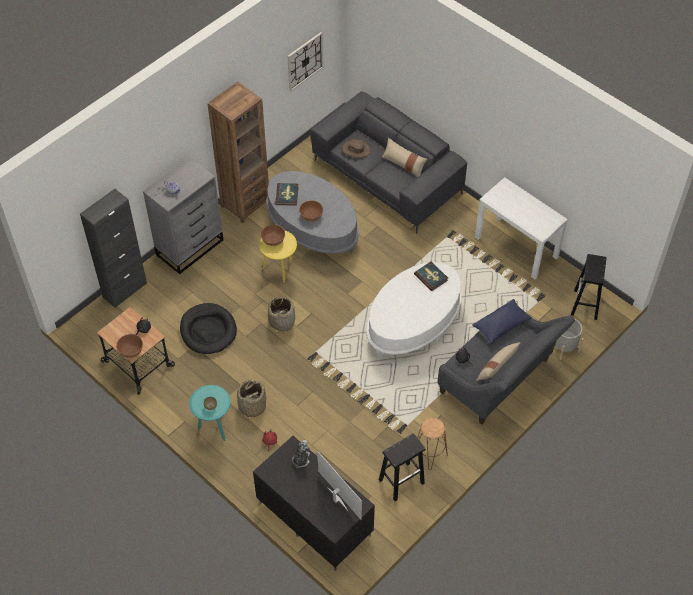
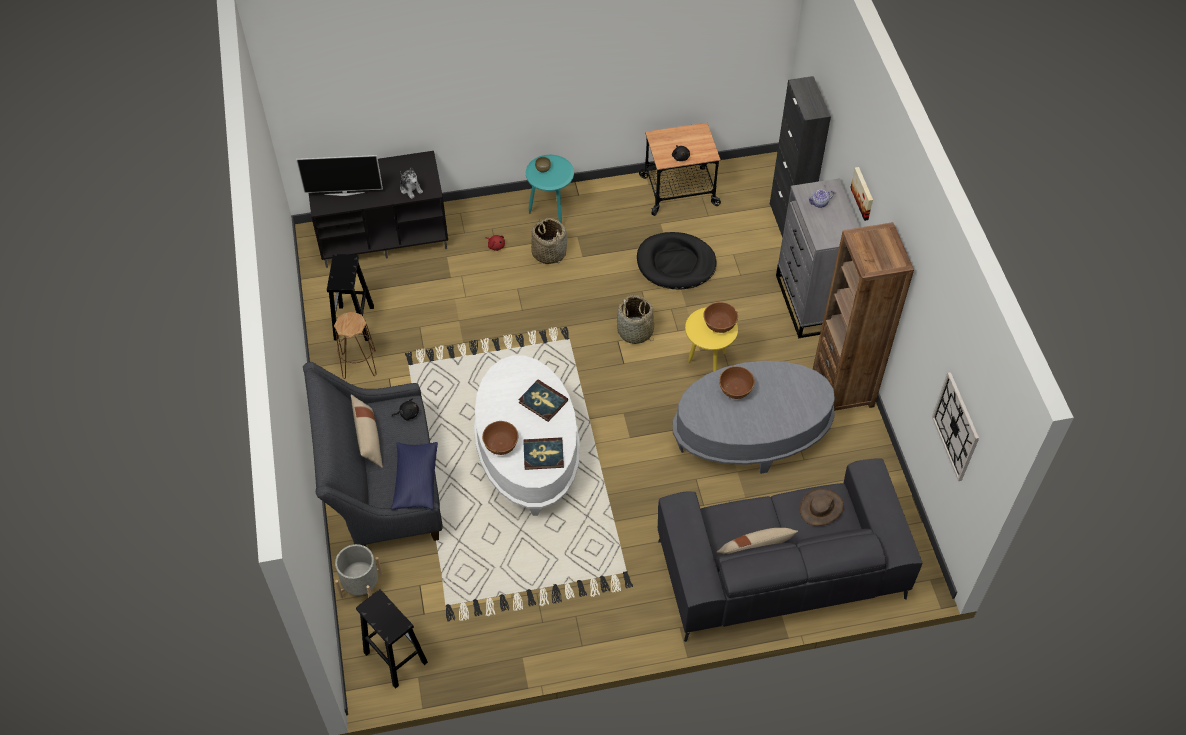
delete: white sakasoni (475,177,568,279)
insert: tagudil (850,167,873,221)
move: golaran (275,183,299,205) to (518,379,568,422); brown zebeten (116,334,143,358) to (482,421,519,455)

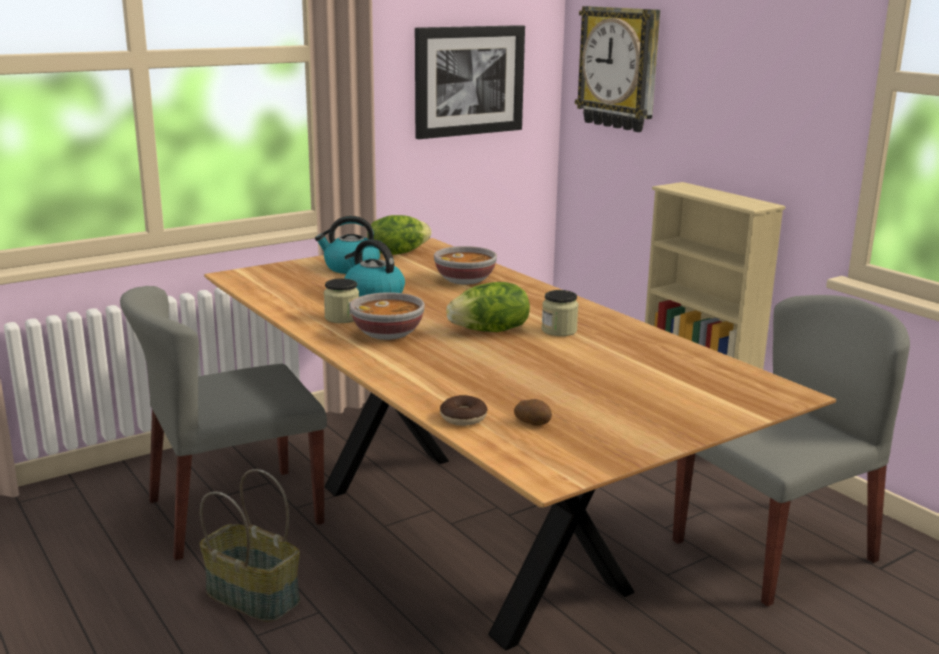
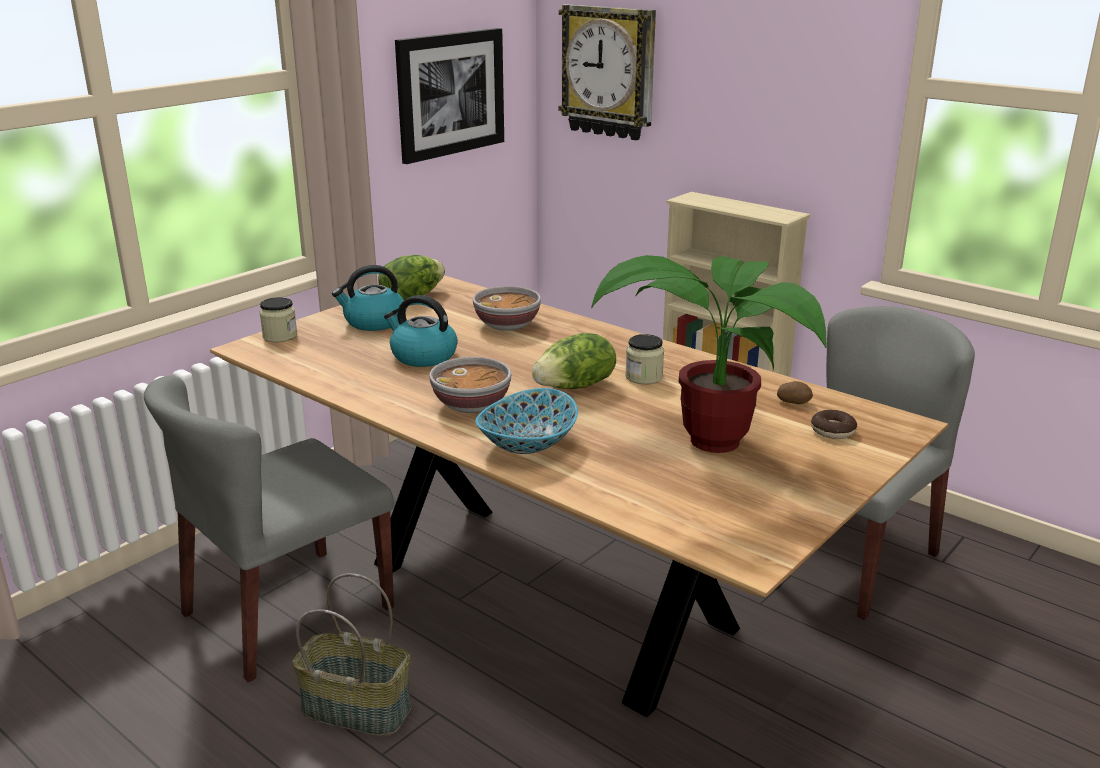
insert: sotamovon (591,255,826,453); zebeten (475,388,578,454)
move: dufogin (324,278,359,323) to (259,297,298,342); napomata (440,395,488,426) to (811,410,857,439); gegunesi (514,399,552,426) to (777,381,813,404)

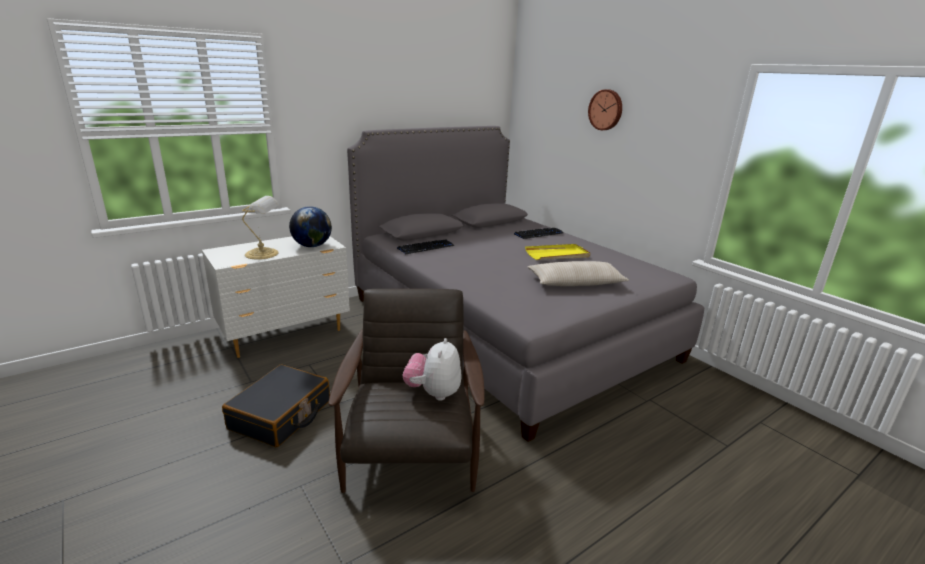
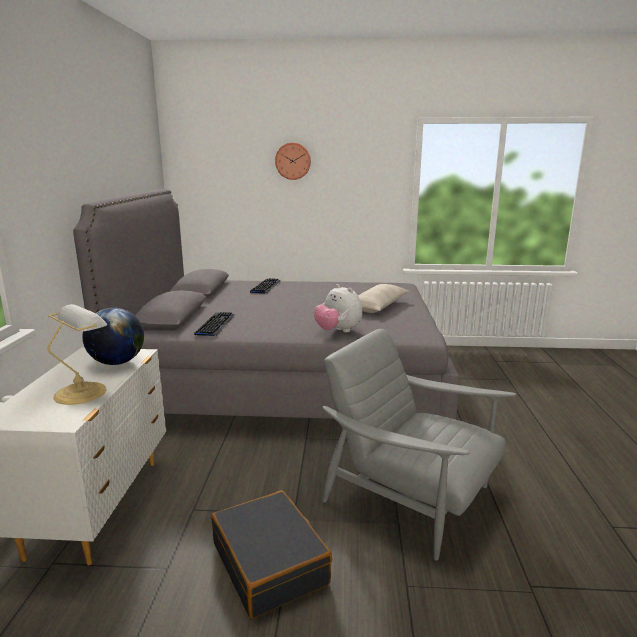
delete: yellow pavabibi (525,244,591,260)
move: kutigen (403,338,462,401) to (314,284,362,332)
recolor: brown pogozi (328,289,485,493) to grey pogozi (322,329,516,561)

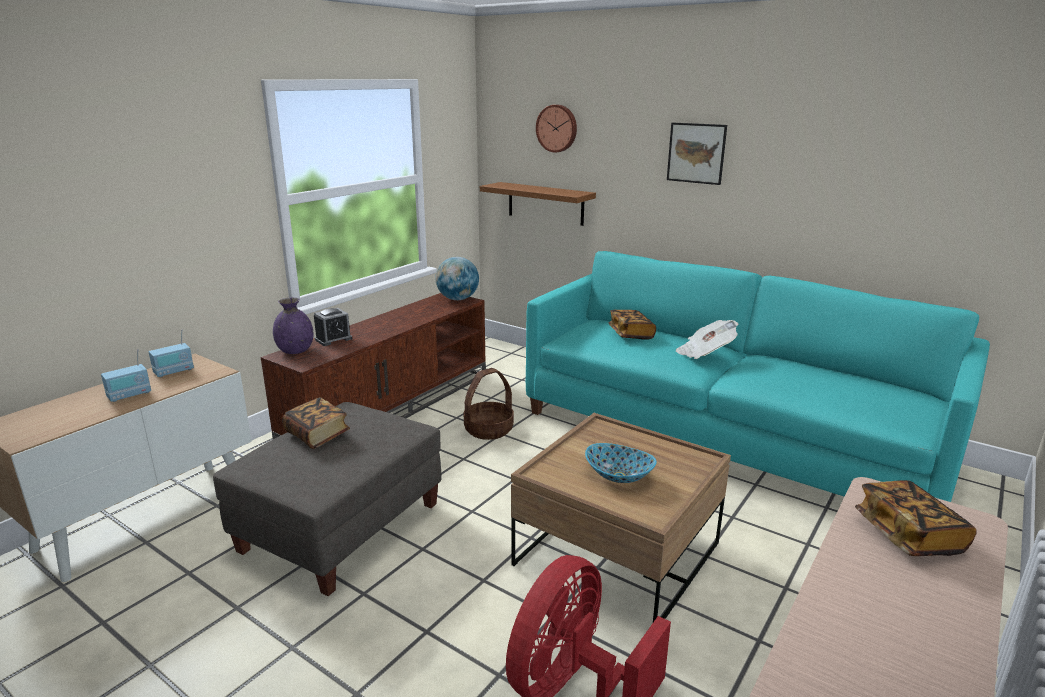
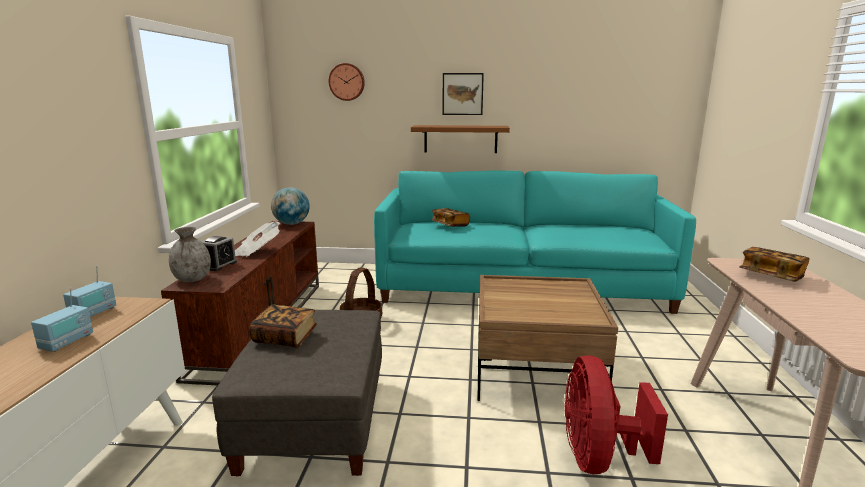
delete: zebeten (585,443,657,483)
move: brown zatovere (480,182,596,226) to (411,125,510,153); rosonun (676,320,739,359) to (235,221,280,257)
recolor: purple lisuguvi (273,297,313,354) to grey lisuguvi (169,227,211,282)

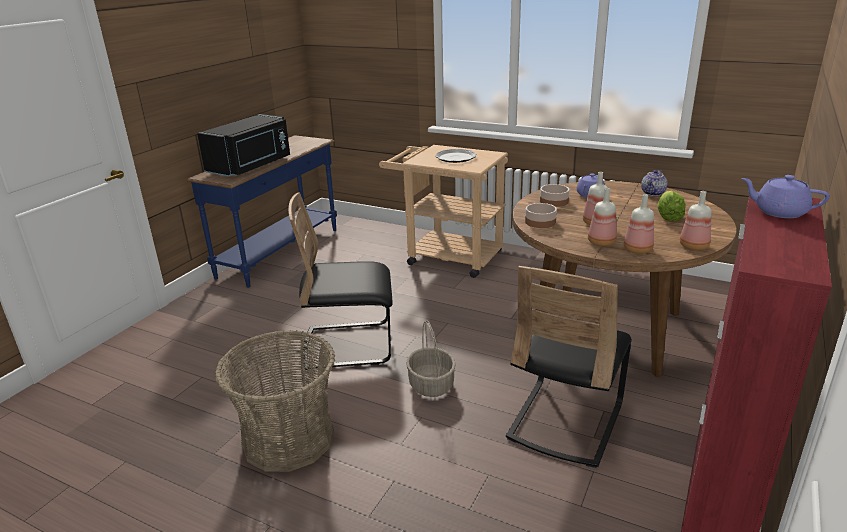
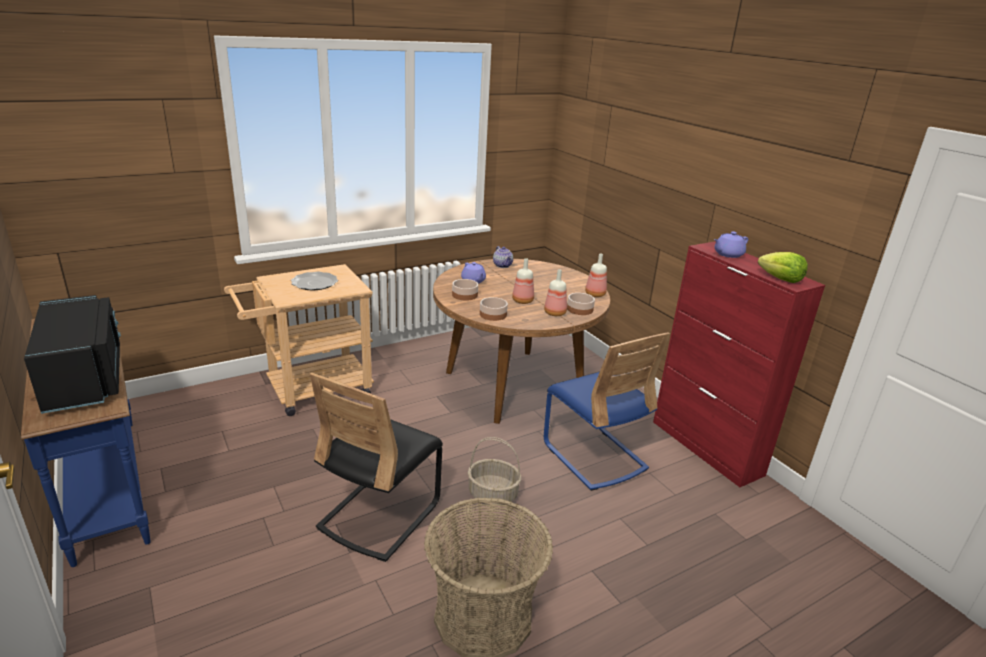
move: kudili (657,191,686,221) to (758,252,808,283)
replace: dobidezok (624,194,654,254) to zebeten (567,293,595,315)
recolor: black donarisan (506,266,632,468) to blue donarisan (544,332,670,491)

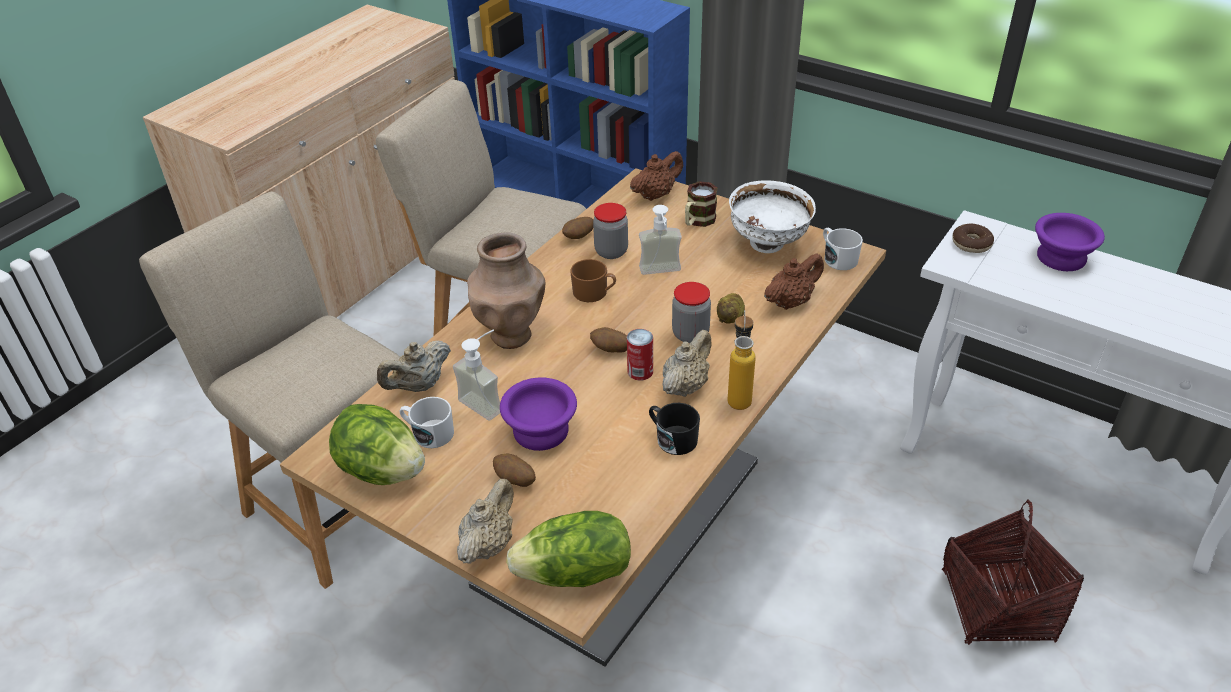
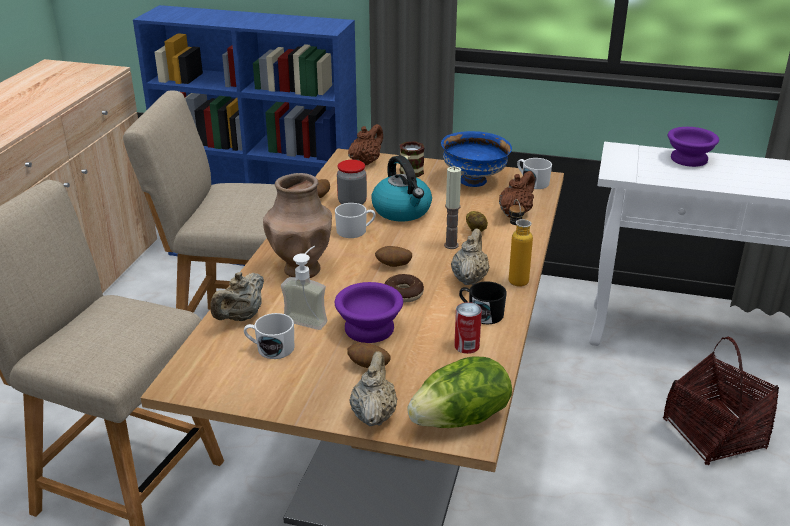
delete: kudili (329,404,425,485)
move: napomata (952,224,994,253) to (384,274,424,303); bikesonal (627,329,653,381) to (454,302,482,354)
replace: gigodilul (639,205,682,275) to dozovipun (371,155,432,222); dufogin (672,282,711,343) to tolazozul (444,166,461,249)
recolor: white zebeten (729,180,816,253) to blue zebeten (441,131,512,187); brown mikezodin (570,259,616,302) to white mikezodin (335,203,376,238)

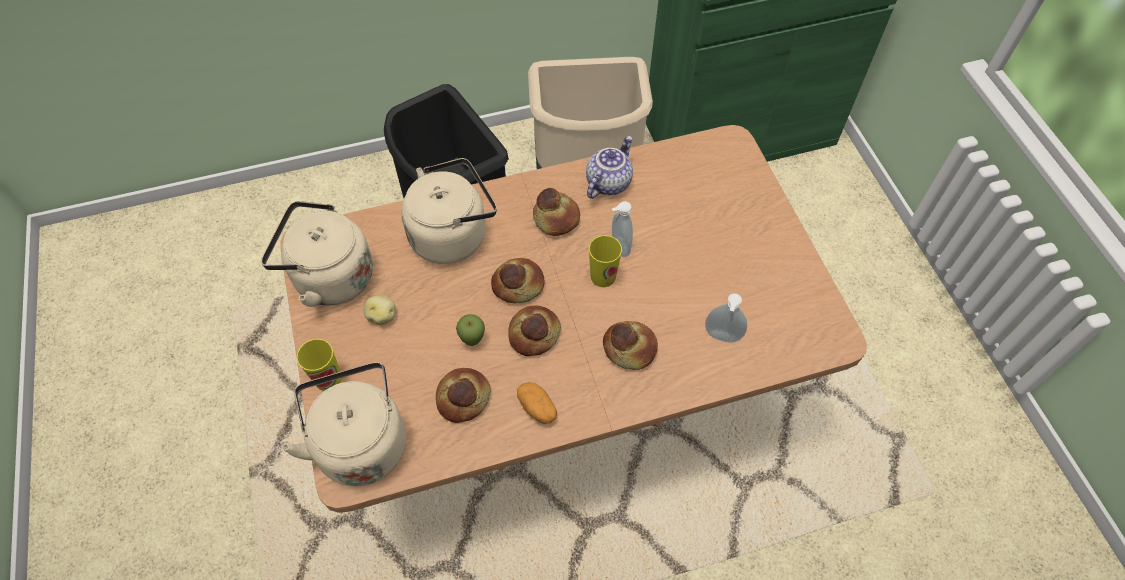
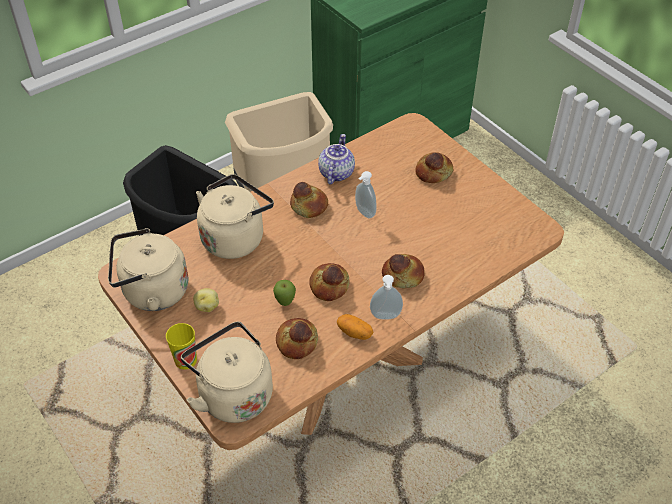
delete: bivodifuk (589,235,622,287)
move: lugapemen (491,258,544,303) to (415,153,454,183); gigodilul (705,293,747,343) to (370,275,403,320)

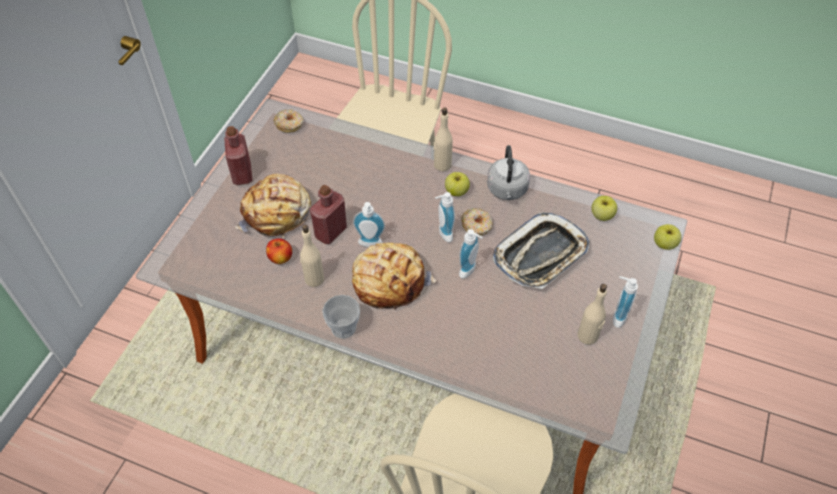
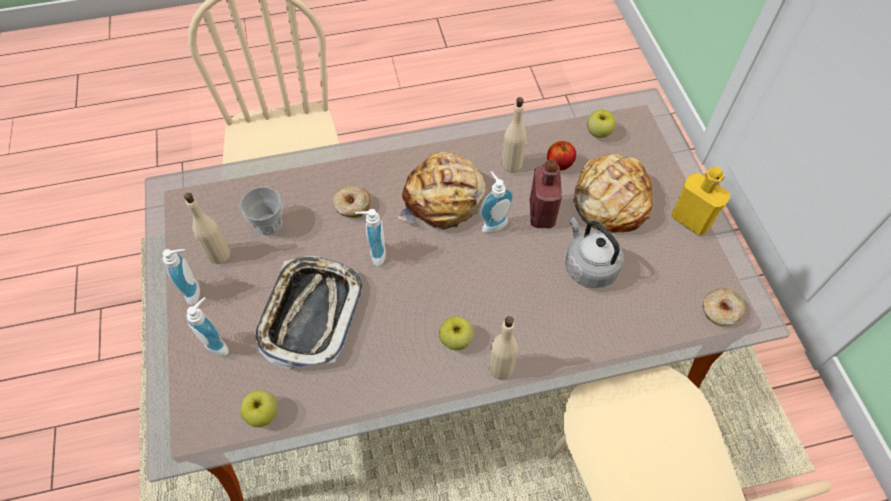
move: grey dozovipun (487,145,530,200) to (565,217,624,288); gigodilul (435,192,455,242) to (186,297,228,357); napomata (461,208,493,236) to (333,186,371,218); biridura (654,224,681,250) to (587,110,616,138); bivodifuk (322,295,360,339) to (240,187,283,235)
recolor: red dobidezok (224,126,253,185) to yellow dobidezok (672,166,730,235)

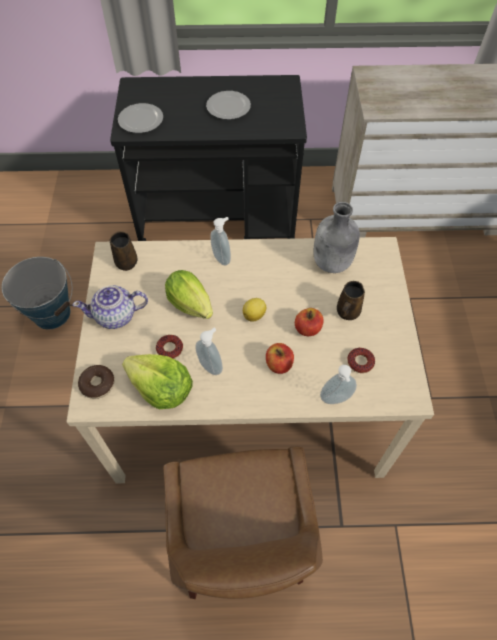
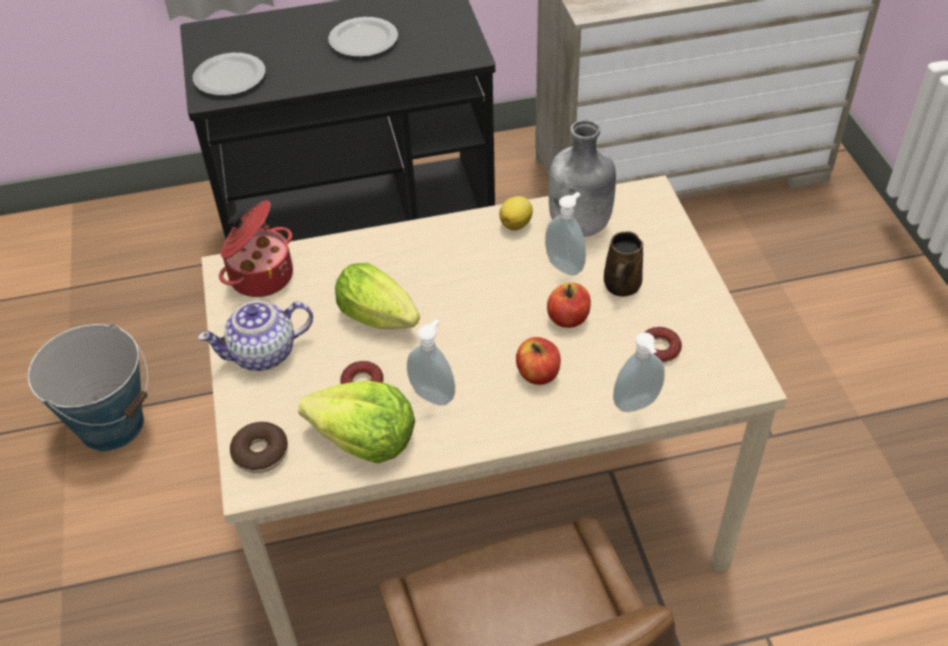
move: gigodilul (210,217,231,265) to (545,192,586,276); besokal (243,298,266,321) to (499,196,533,231)
replace: brown mikezodin (109,231,137,271) to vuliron (219,200,293,297)

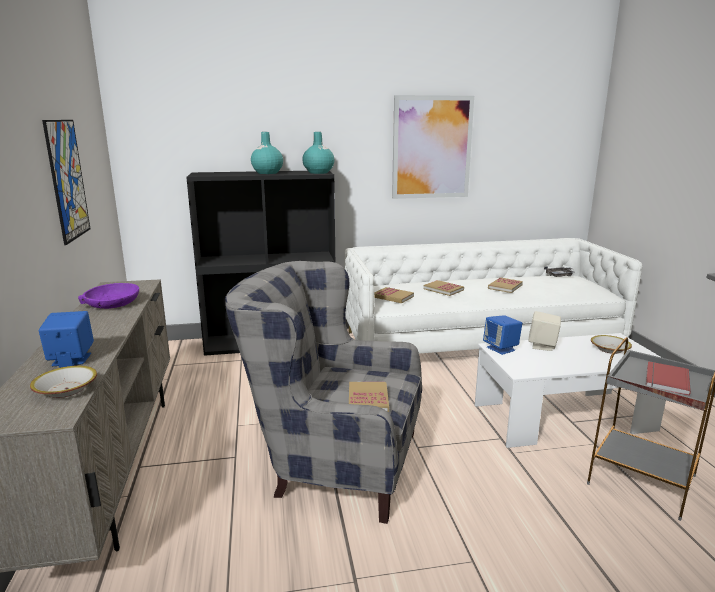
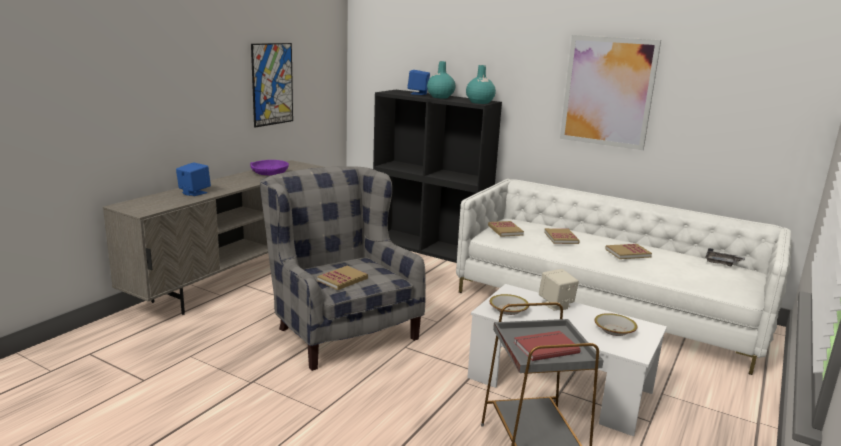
move: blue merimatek (483,315,522,355) to (407,70,430,95); zebeten (30,366,97,398) to (490,294,529,315)

